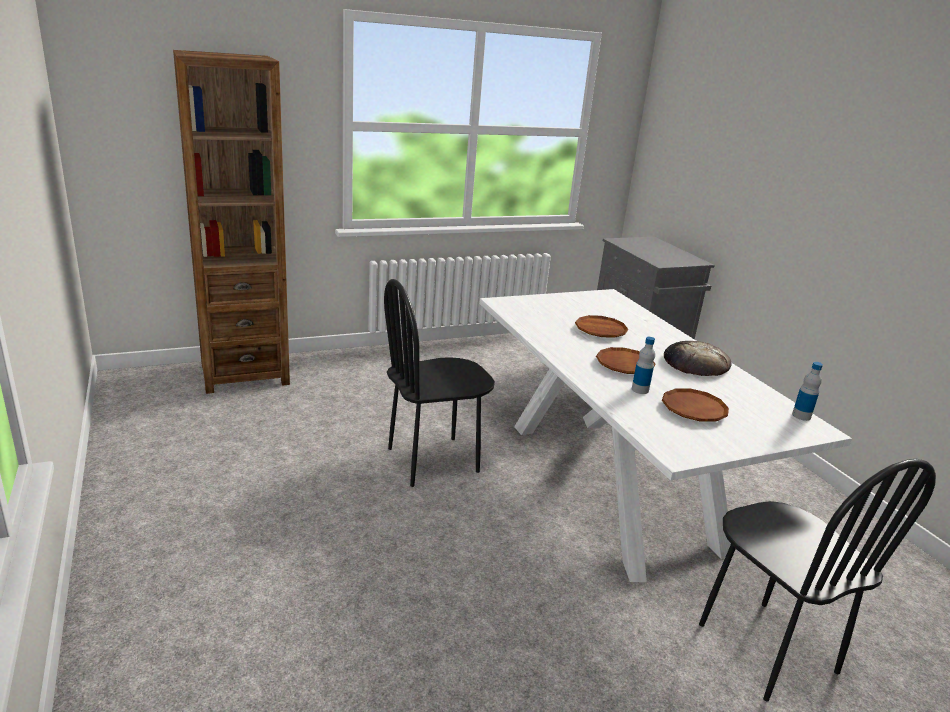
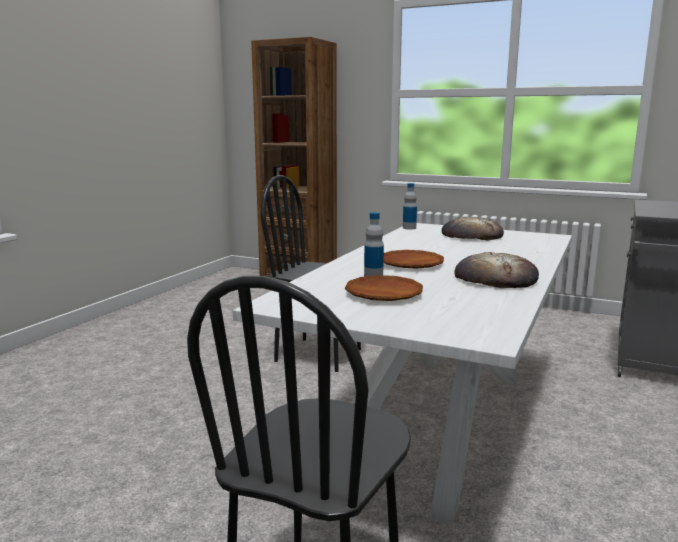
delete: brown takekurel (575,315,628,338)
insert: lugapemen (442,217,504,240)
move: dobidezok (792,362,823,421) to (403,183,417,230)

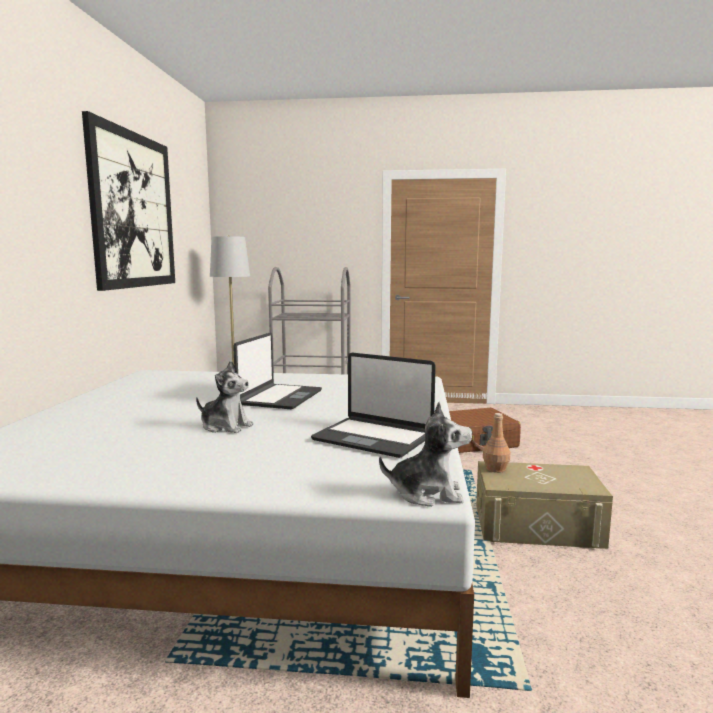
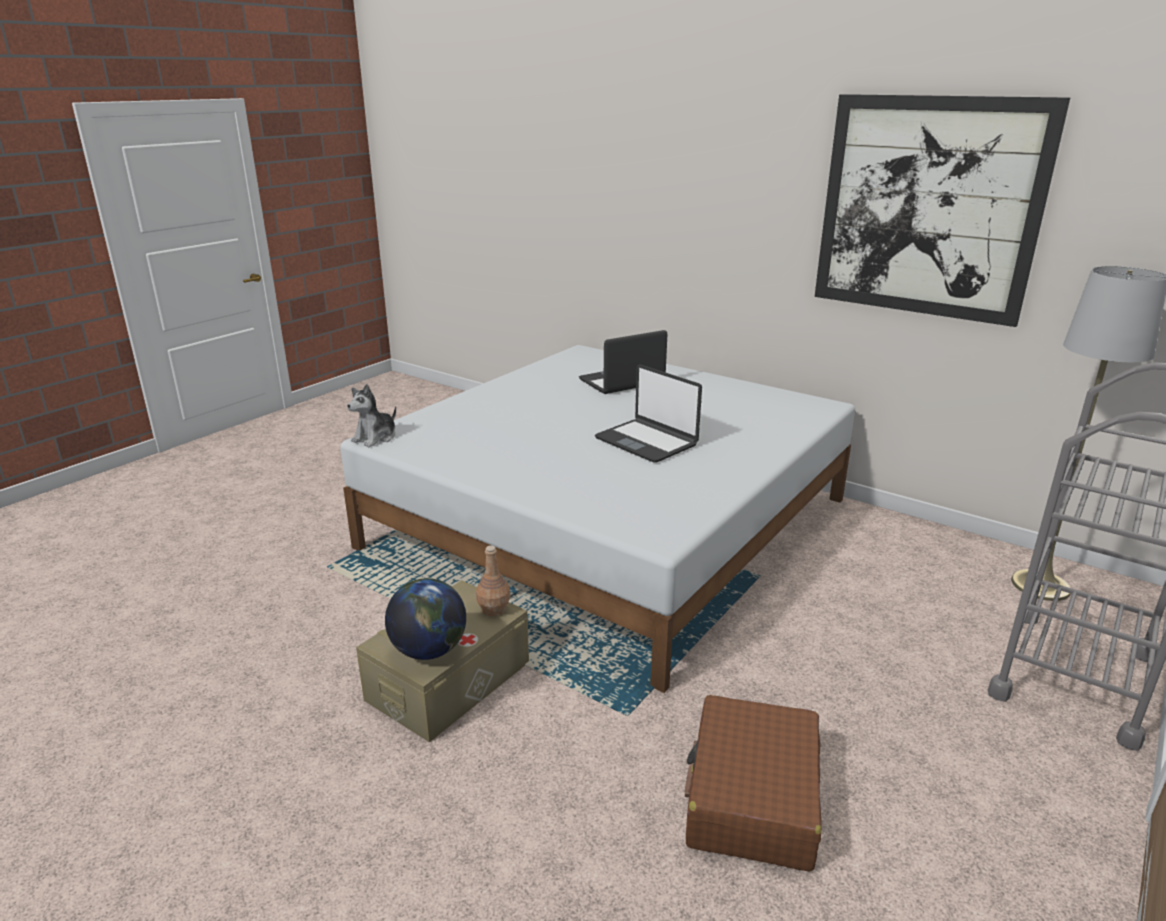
delete: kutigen (196,361,254,433)
insert: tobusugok (385,578,466,660)
move: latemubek (311,353,436,458) to (579,330,667,394)

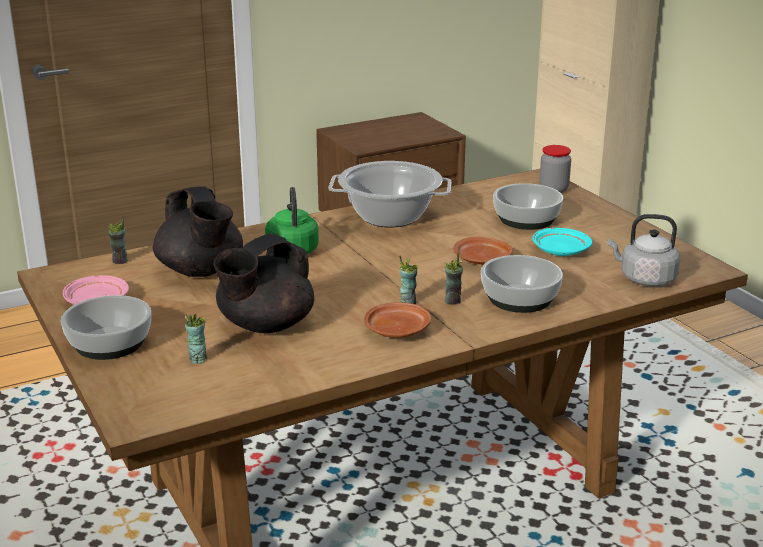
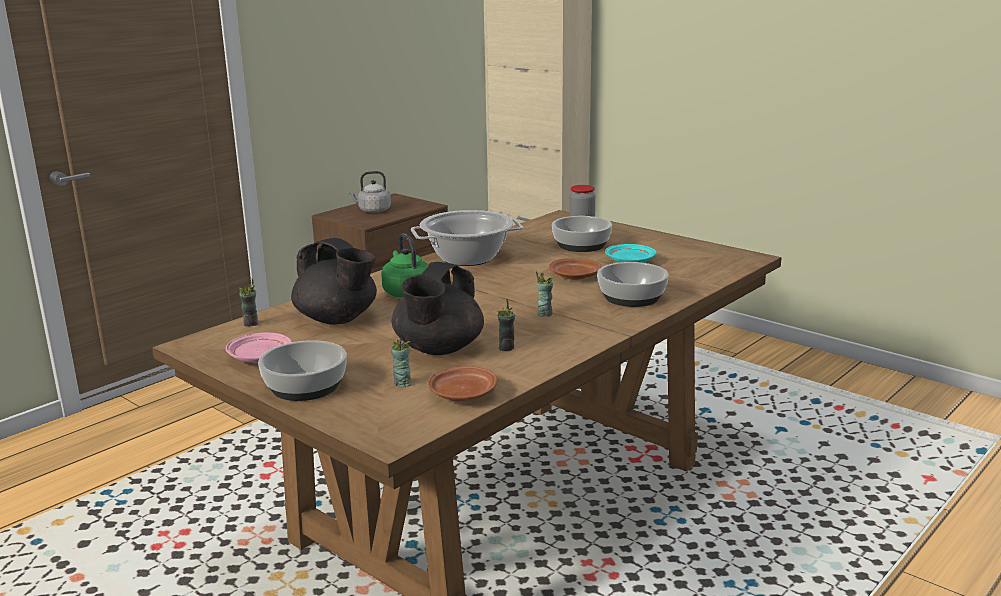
move: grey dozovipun (608,214,680,286) to (348,171,391,213); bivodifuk (444,252,463,305) to (497,299,515,351); brown takekurel (364,302,431,338) to (428,366,497,401)

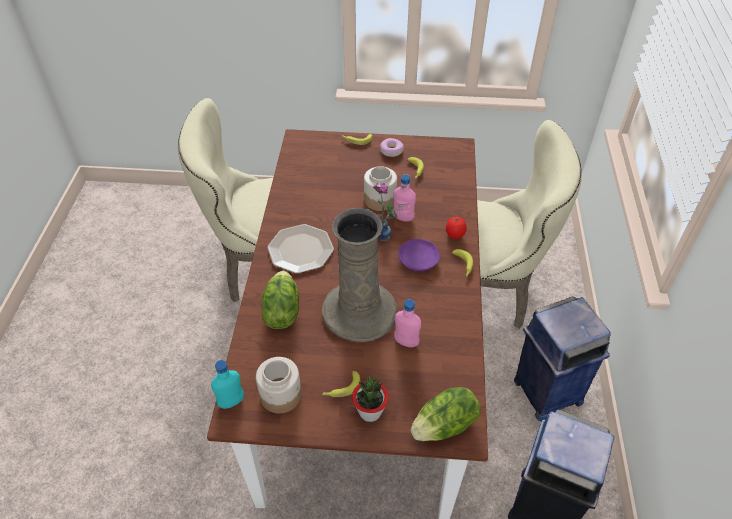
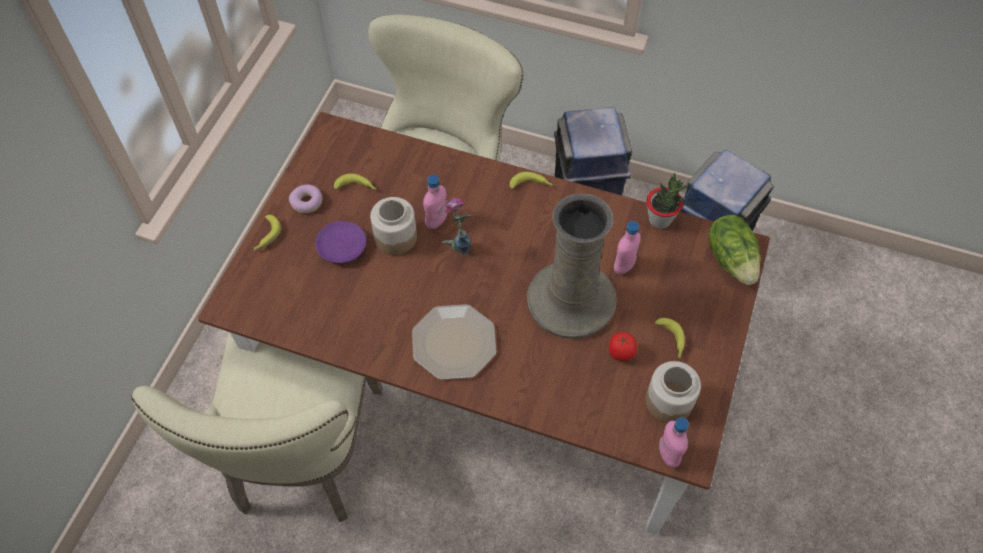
delete: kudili (261,271,299,329)
move: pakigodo (446,216,467,239) to (609,332,637,361); purple takekurel (398,239,440,271) to (315,221,366,263); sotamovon (352,376,389,422) to (646,173,687,229)
recolor: turquoise dobidezok (211,360,244,409) to pink dobidezok (659,417,689,468)

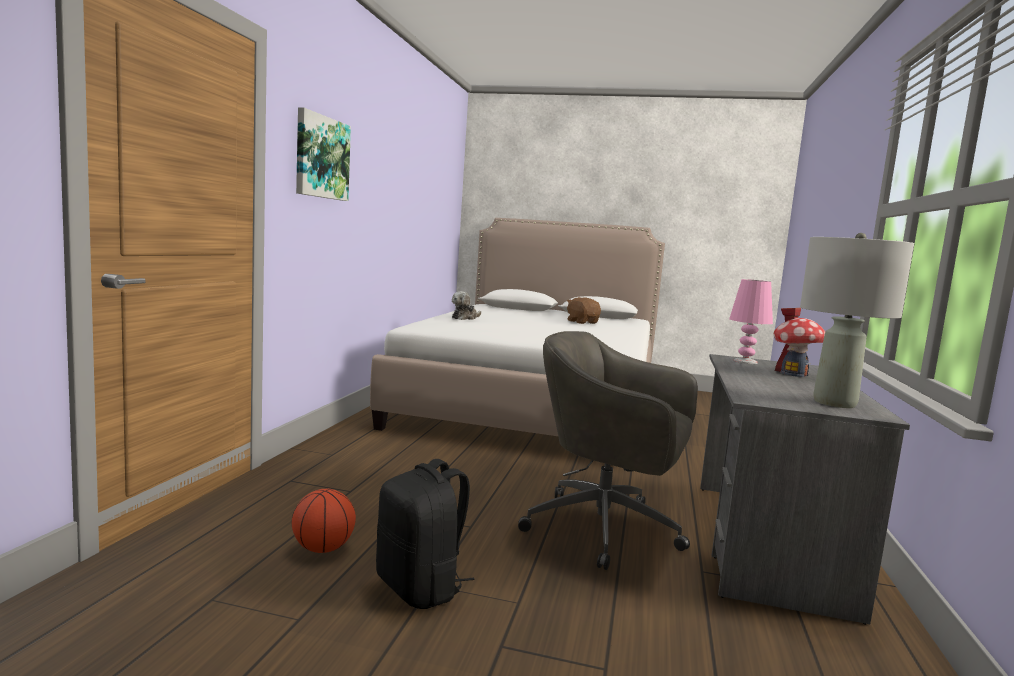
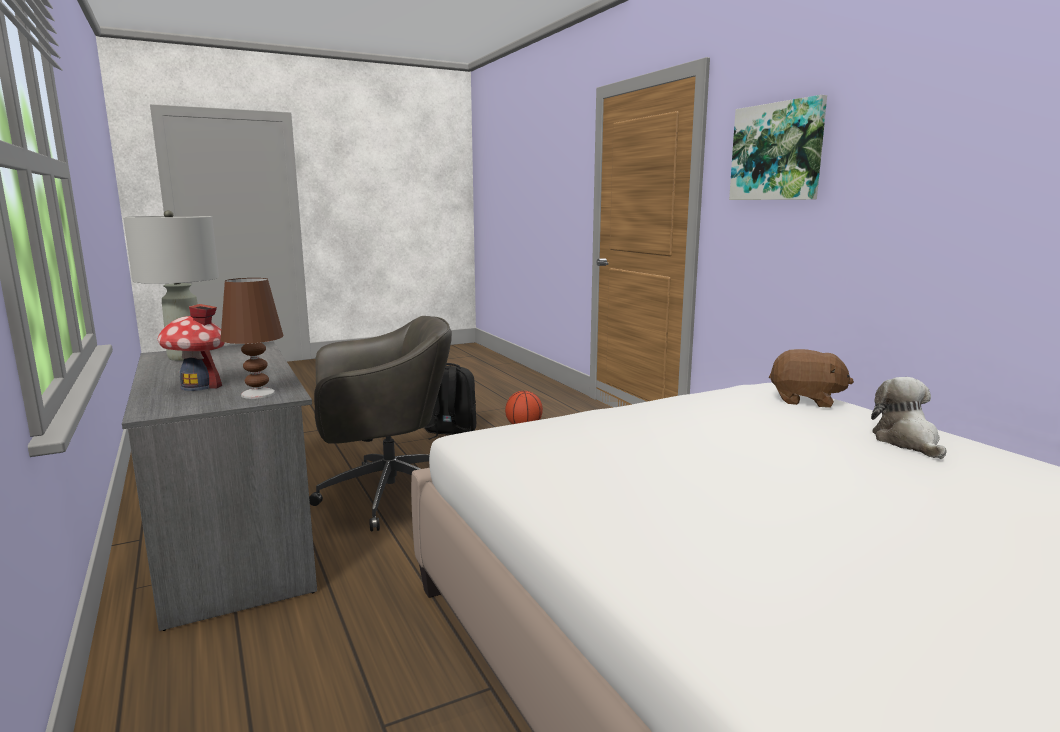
move: brown kutigen (567,297,601,324) to (769,349,854,408)
recolor: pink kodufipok (729,279,773,364) to brown kodufipok (221,278,284,399)

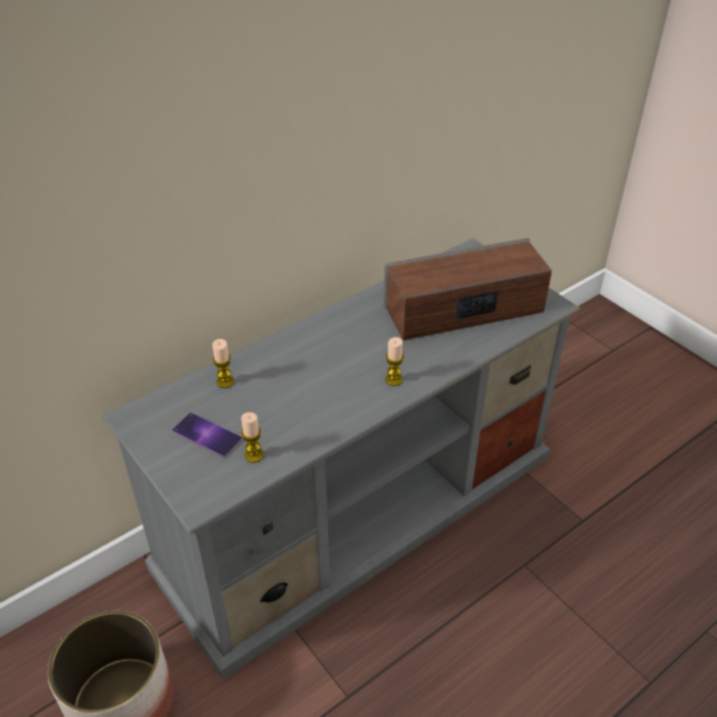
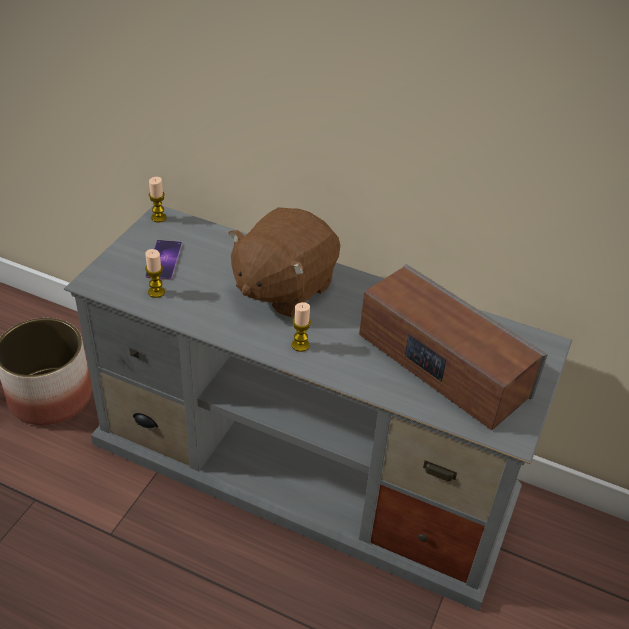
insert: brown kutigen (228,207,340,318)
move: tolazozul (212,339,234,388) to (149,177,167,222)

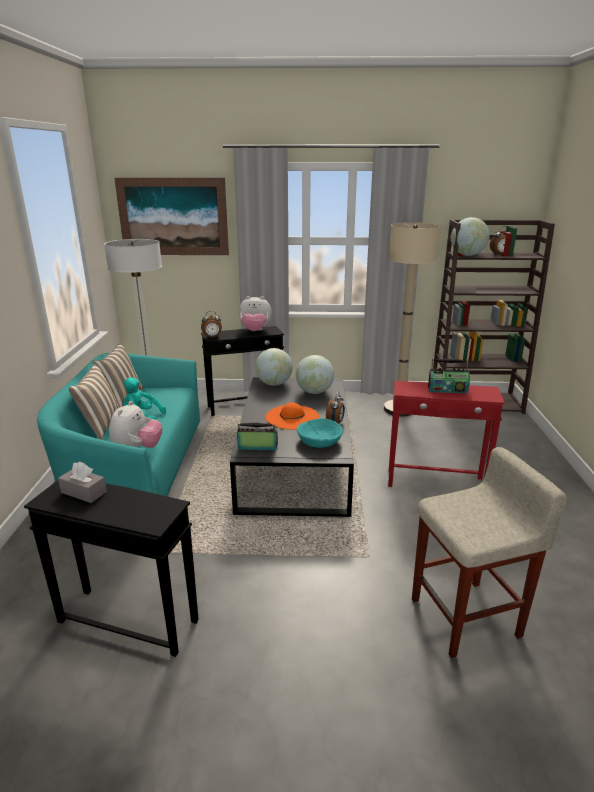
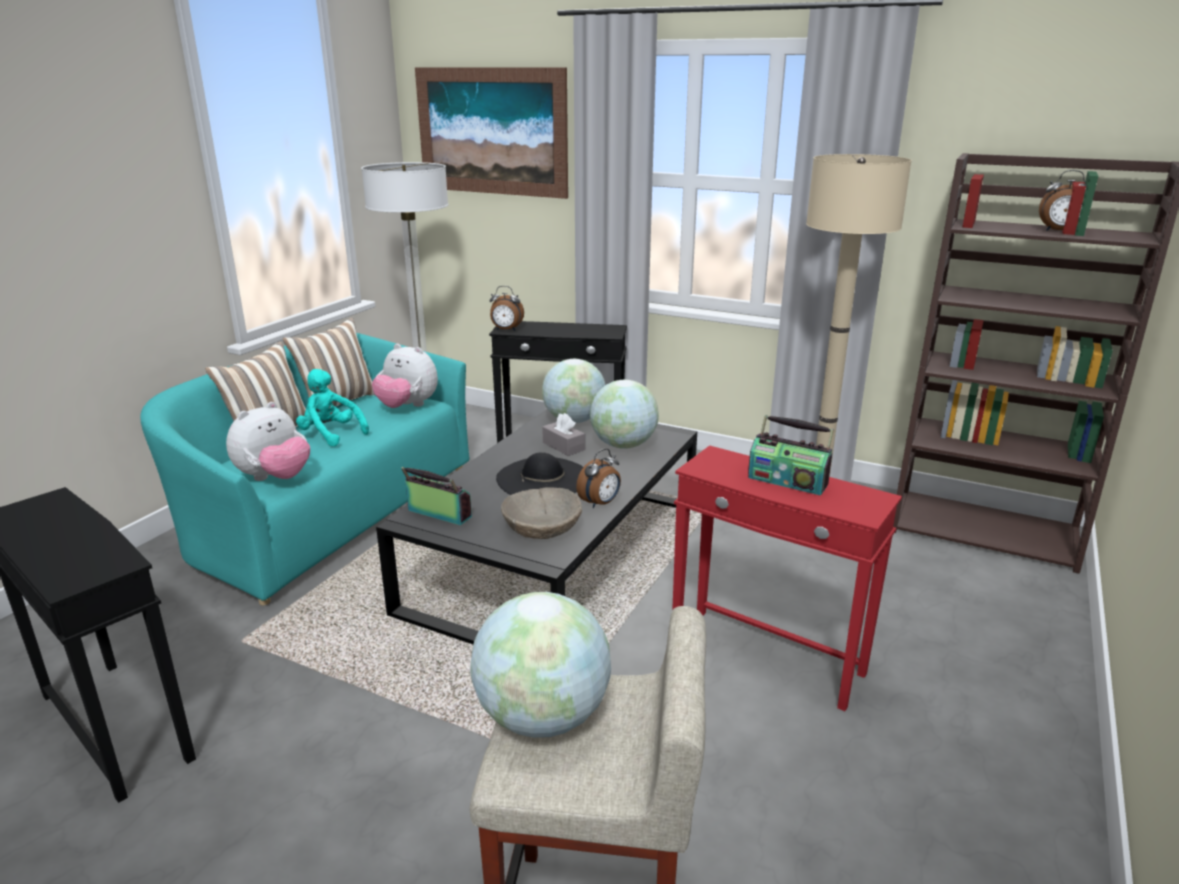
move: tobusugok (451,217,490,256) to (470,592,611,738); kutigen (239,296,272,331) to (372,344,438,408); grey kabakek (58,462,107,503) to (542,413,585,456)
recolor: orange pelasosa (265,402,319,430) to black pelasosa (496,452,583,495); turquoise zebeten (297,418,343,448) to beige zebeten (501,487,582,539)

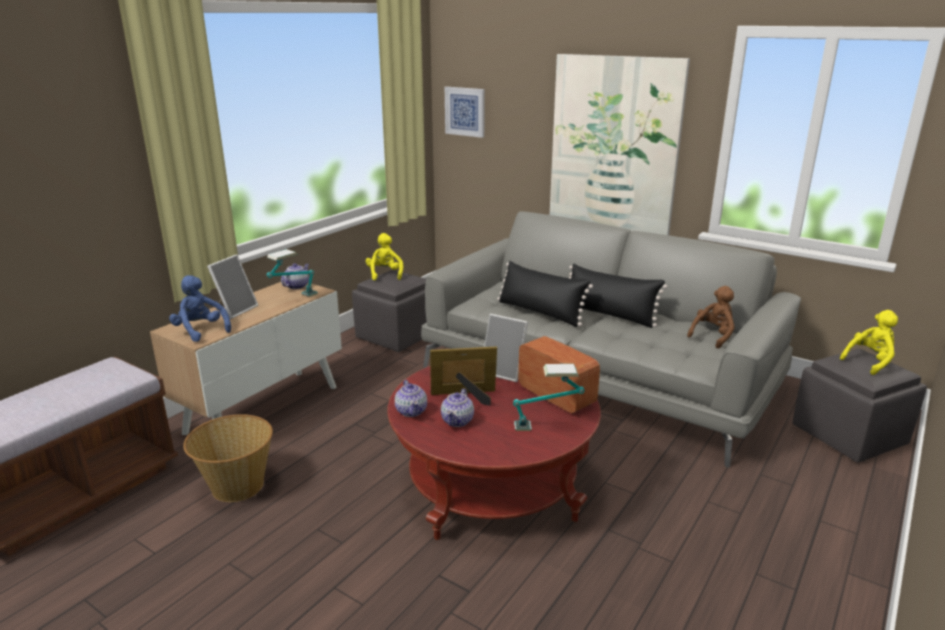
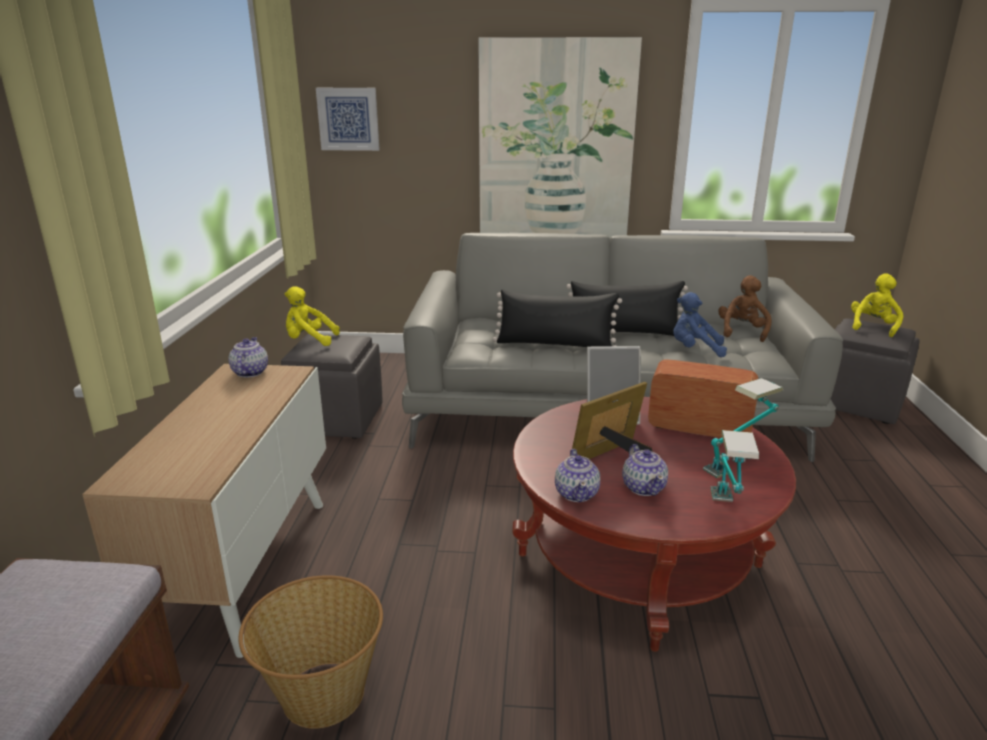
delete: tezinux (207,254,258,319)
move: kodufipok (267,249,318,297) to (711,430,759,502); blue kutigen (169,275,231,342) to (673,292,727,357)
rotate: yellow kutigen (366,233,403,281) = (284,286,340,346) 45 degrees counterclockwise; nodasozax (395,380,427,417) = (555,449,600,502) 45 degrees clockwise

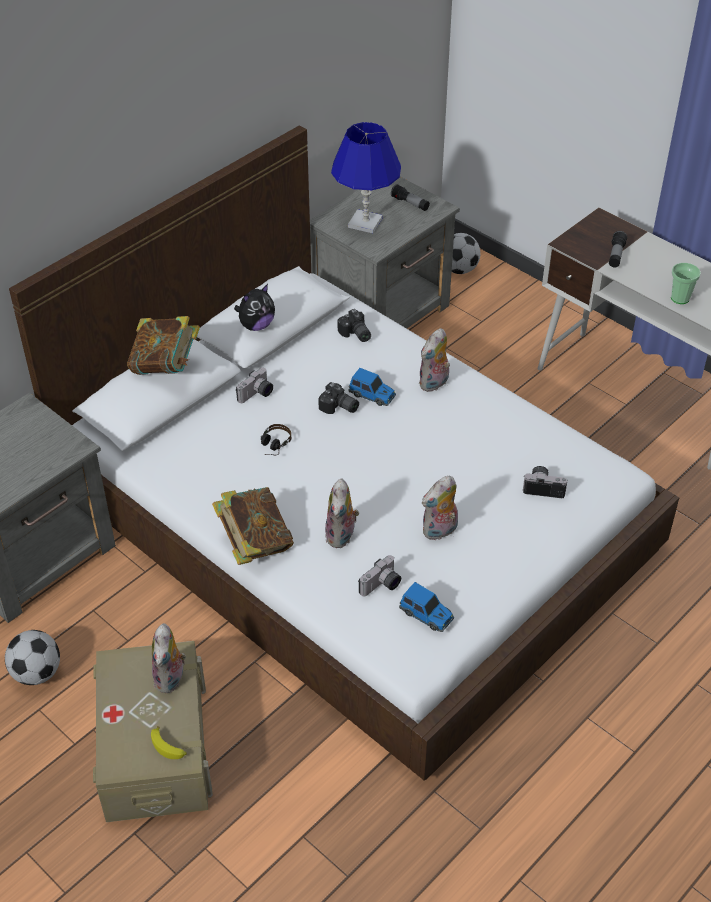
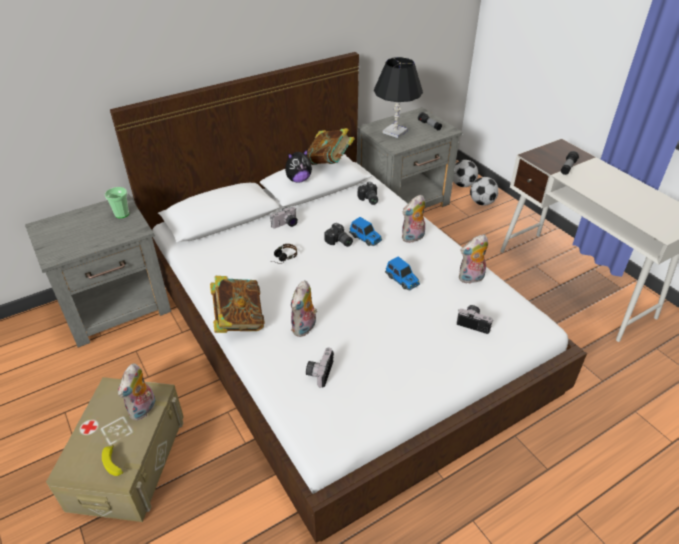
move: bivodifuk (671,263,701,304) to (105,187,129,218); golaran (127,316,200,375) to (307,128,355,165); kutigen (422,476,458,540) to (459,234,488,284); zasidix (399,582,454,632) to (385,256,420,291); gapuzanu (5,630,60,685) to (470,177,499,206)
recolor: blue kodufipok (331,122,401,233) to black kodufipok (374,57,423,138)
rotate: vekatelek (358,555,401,596) = (306,347,334,387) 135 degrees clockwise

